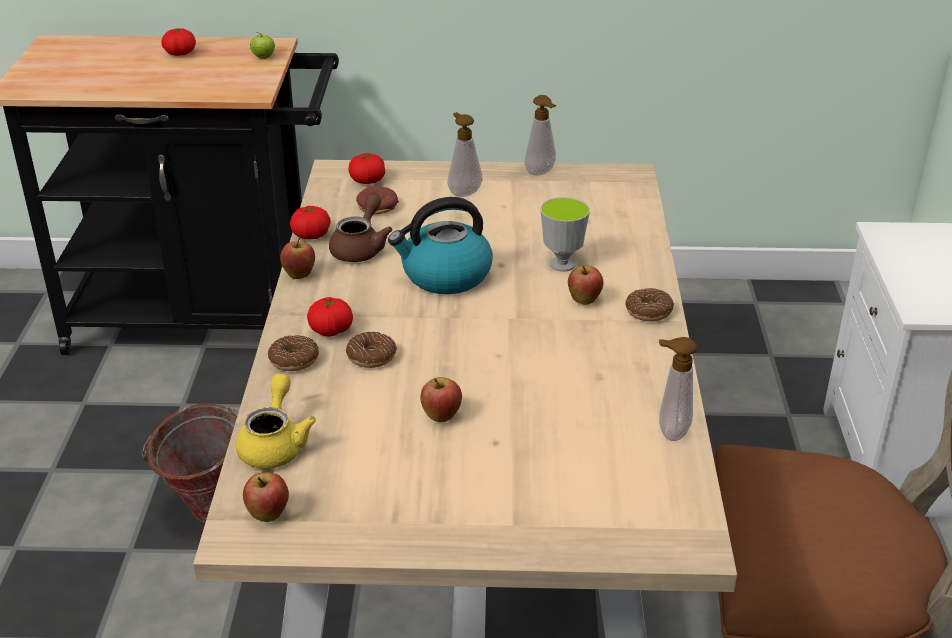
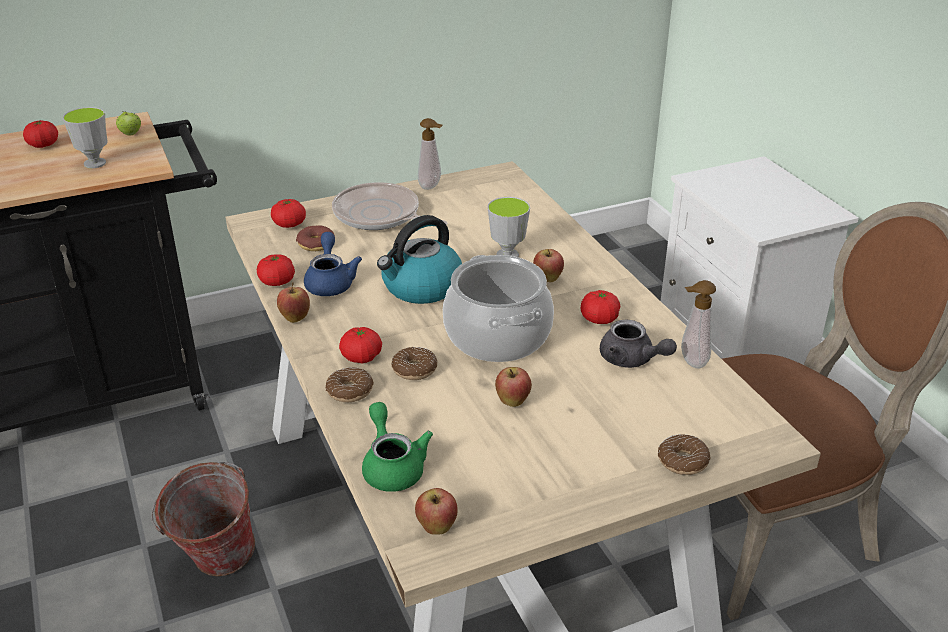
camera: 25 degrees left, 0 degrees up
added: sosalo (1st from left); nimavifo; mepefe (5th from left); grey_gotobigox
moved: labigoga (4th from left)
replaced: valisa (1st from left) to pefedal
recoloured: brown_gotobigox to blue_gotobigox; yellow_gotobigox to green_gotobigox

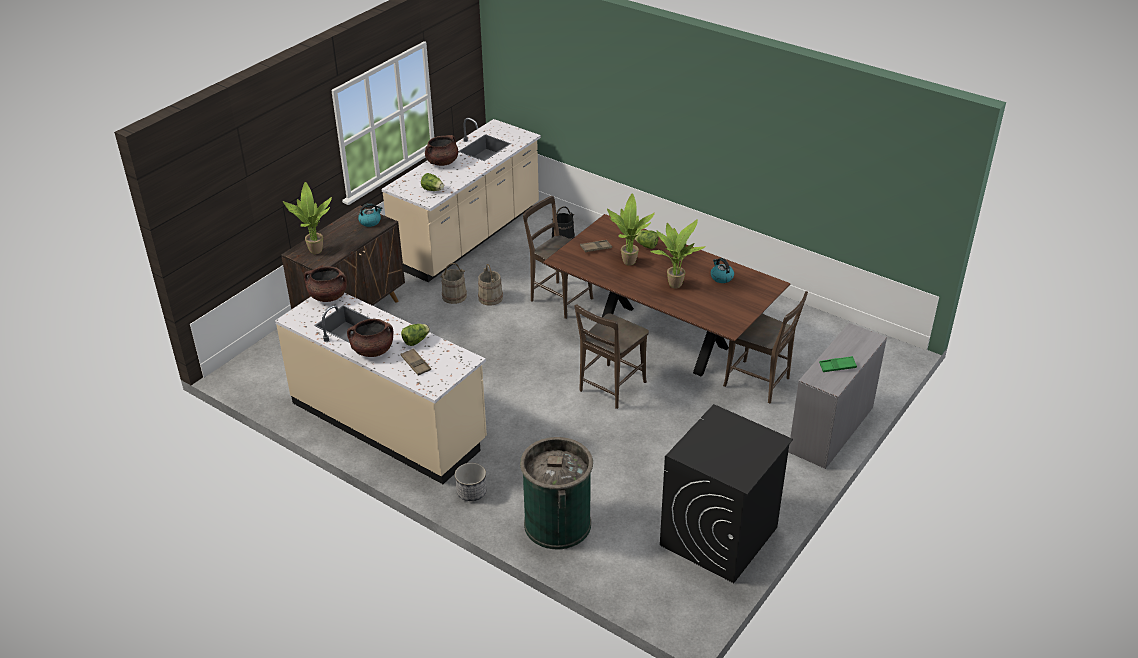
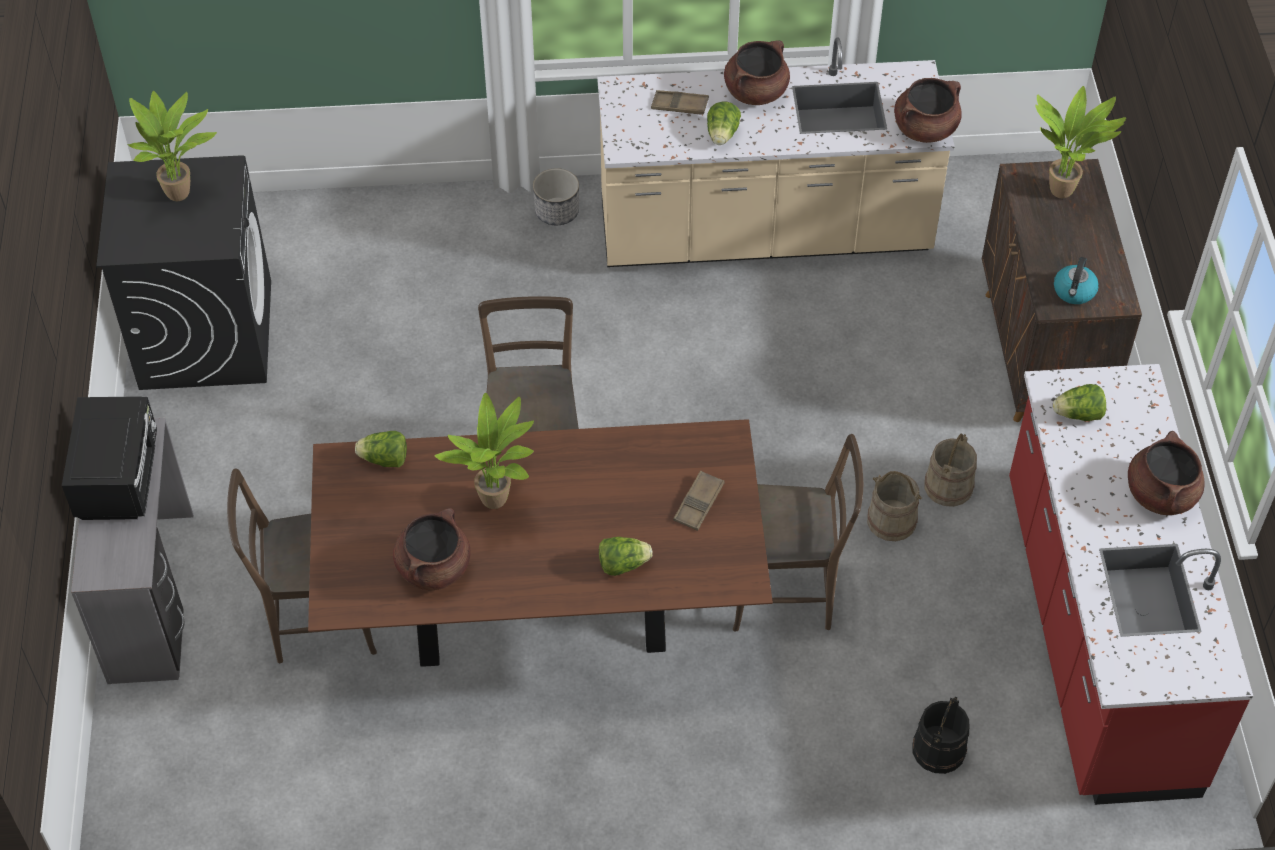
camera: 140 degrees right, 15 degrees up
removed: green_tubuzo
added: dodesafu (1st from left)
moved: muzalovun (2nd from left in the first image) to muzalovun (1st from left)
replaced: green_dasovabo to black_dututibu; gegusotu (2nd from left) to brown_nimavifo (1st from left)
recoloured: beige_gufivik (2nd from left) to red_gufivik

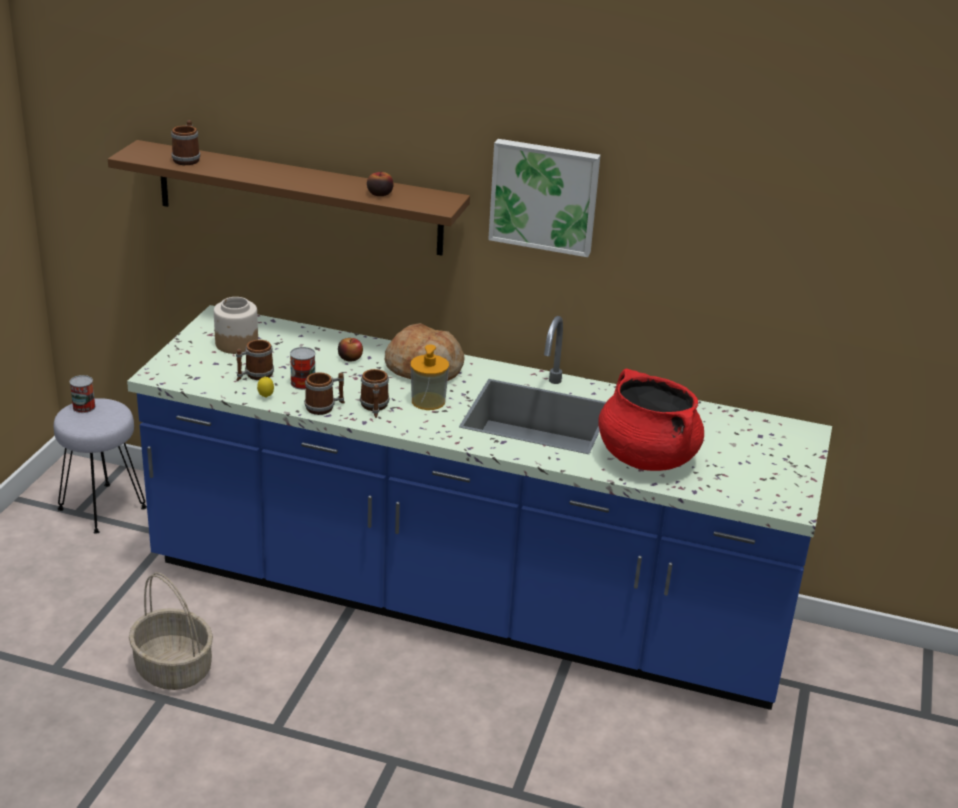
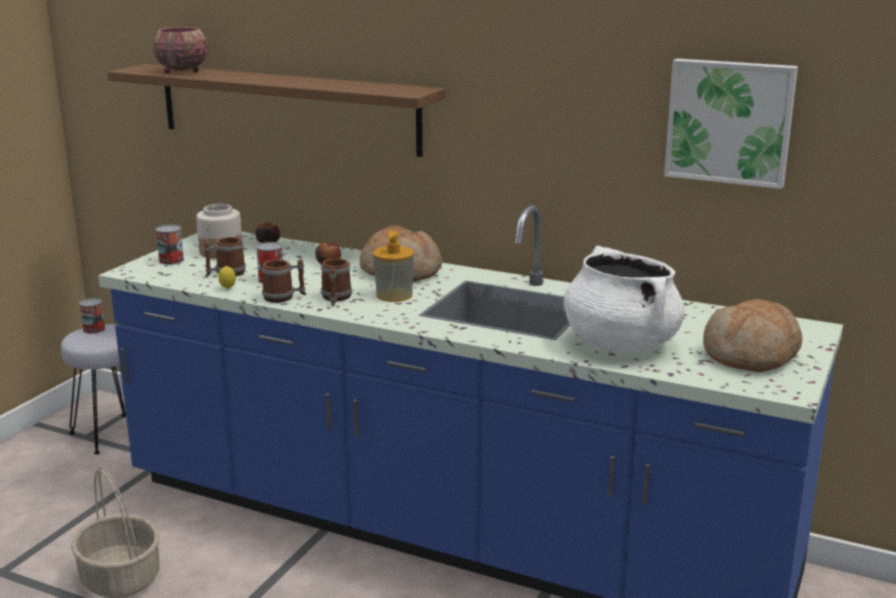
camera: 10 degrees right, 10 degrees down
added: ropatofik (2nd from left); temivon (2nd from left)
moved: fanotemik (2nd from left in the first image) to fanotemik (1st from left); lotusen
replaced: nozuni (1st from left) to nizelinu
recoloured: red_nimavifo to white_nimavifo

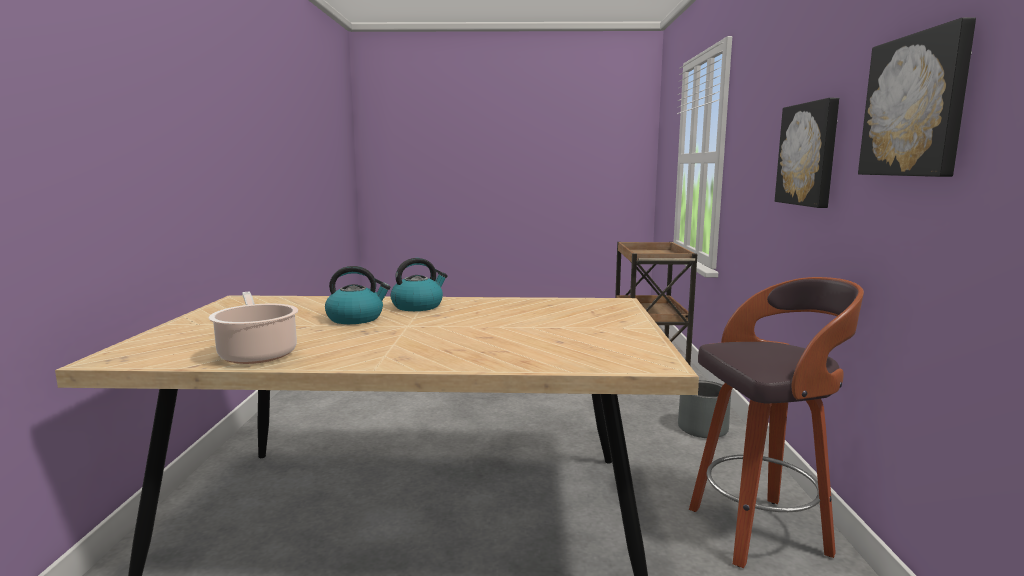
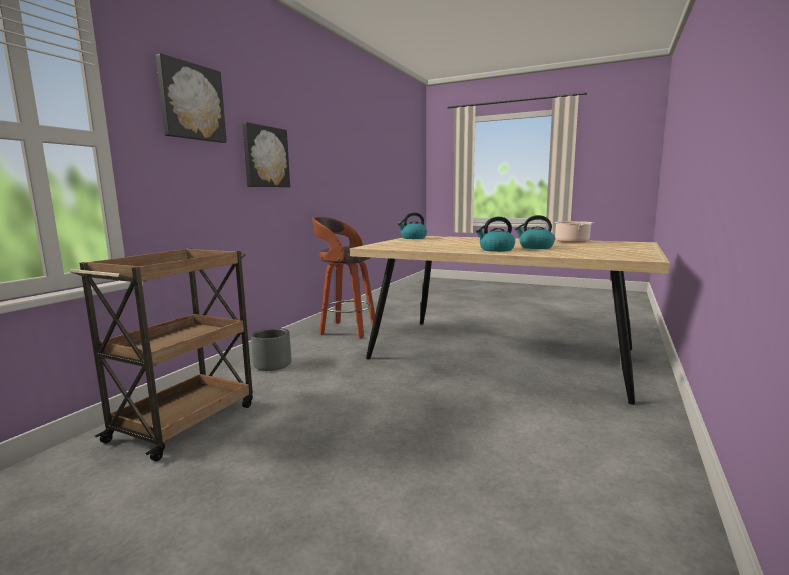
camera: 155 degrees left, 0 degrees up
added: gegusotu (1st from left)
moved: lotusen (2nd from left in the first image) to lotusen (1st from left)

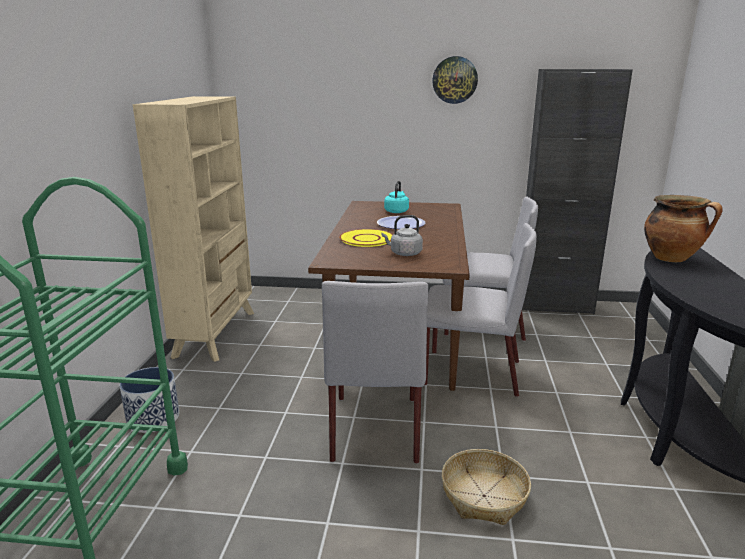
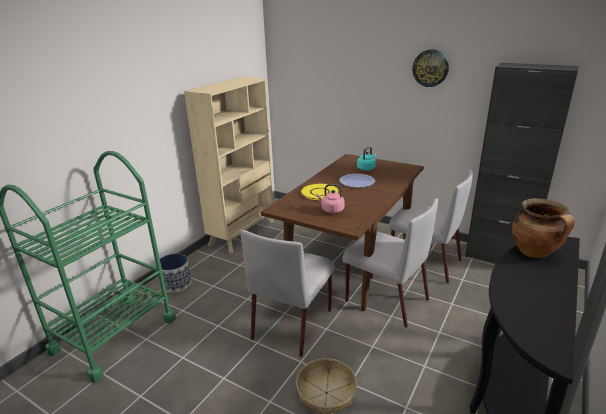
camera: 25 degrees right, 5 degrees up
recoloured: grey_gegusotu to pink_gegusotu

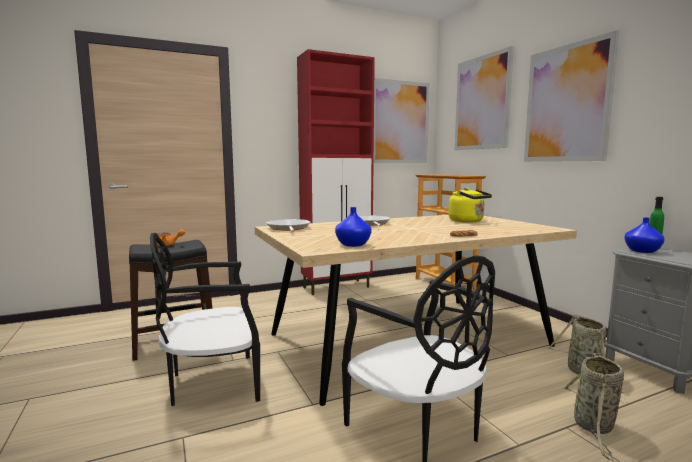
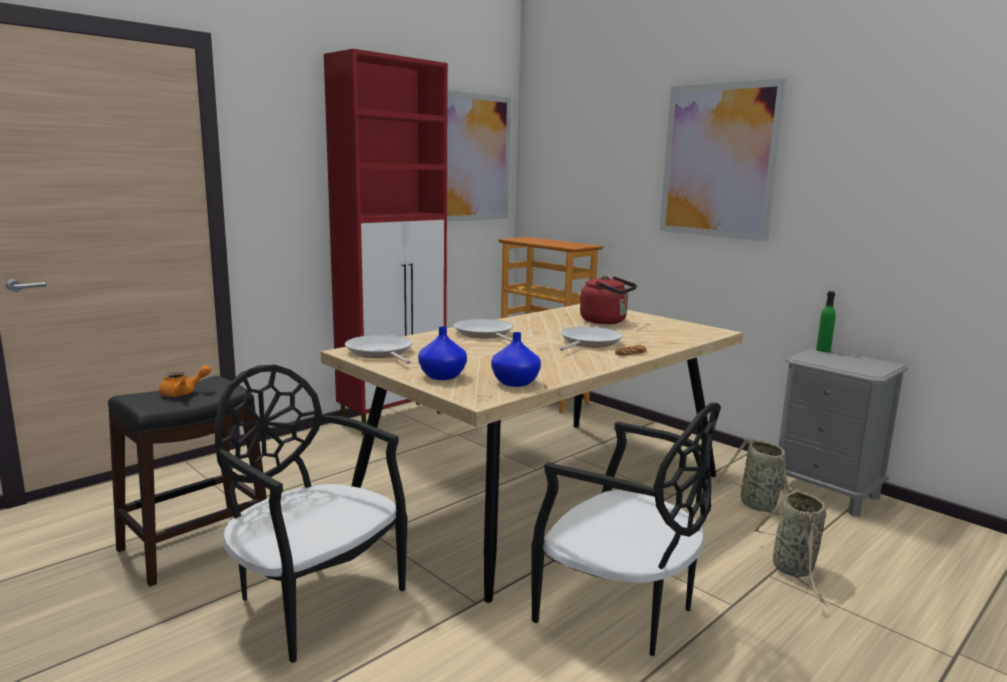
camera: 20 degrees left, 5 degrees up
removed: lotusen (2nd from left)
added: pefedal (3rd from left)
moved: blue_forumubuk (2nd from left in the first image) to blue_forumubuk (1st from left)
recoloured: yellow_gegusotu to red_gegusotu
turned: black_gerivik (1st from left) 75 degrees clockwise

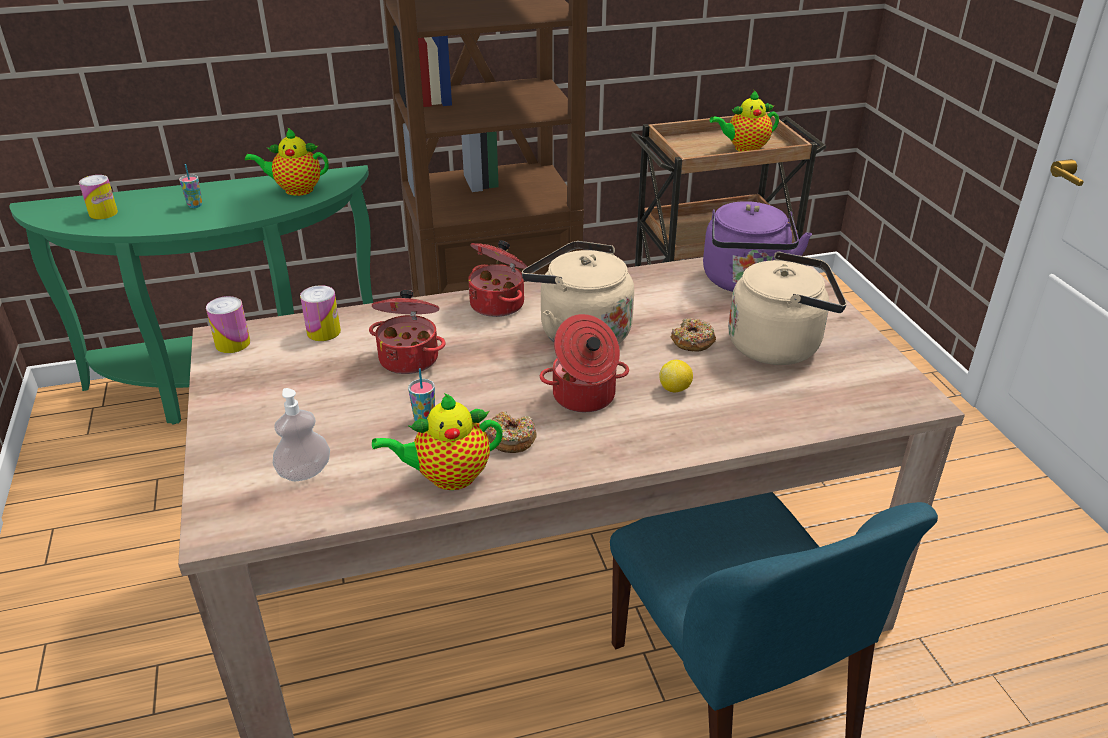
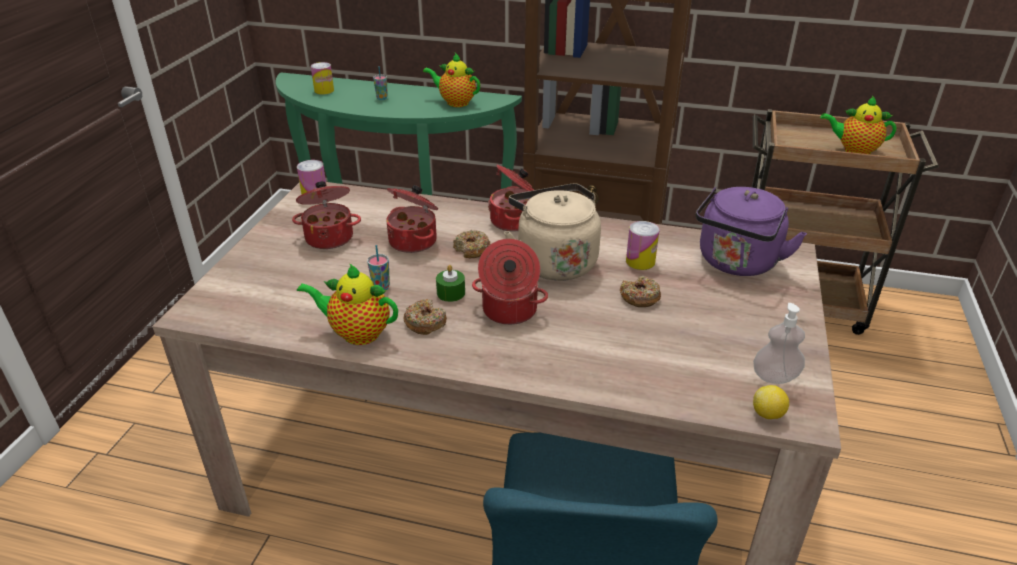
camera: 30 degrees right, 0 degrees up
removed: beige_gegusotu (2nd from left)
added: nimavifo (1st from left); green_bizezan; labigoga (2nd from left)
moved: ropatofik (3rd from left); valisa; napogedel

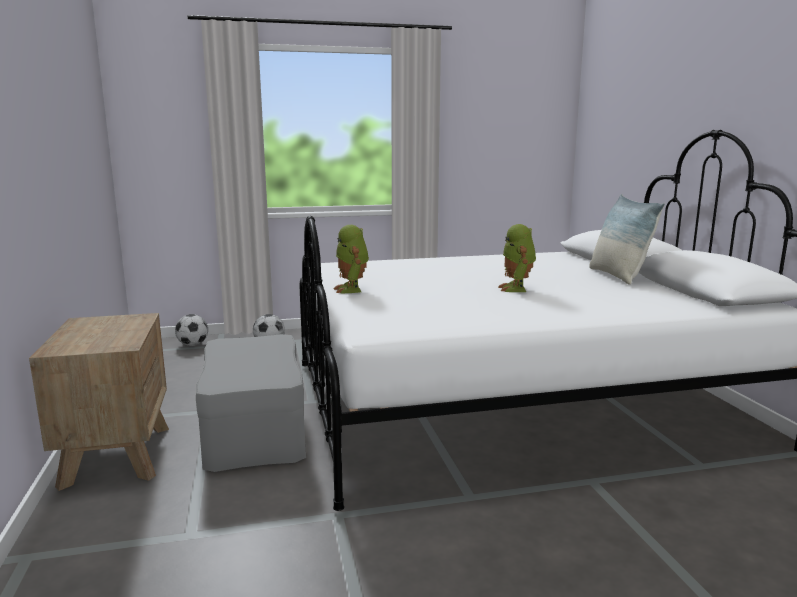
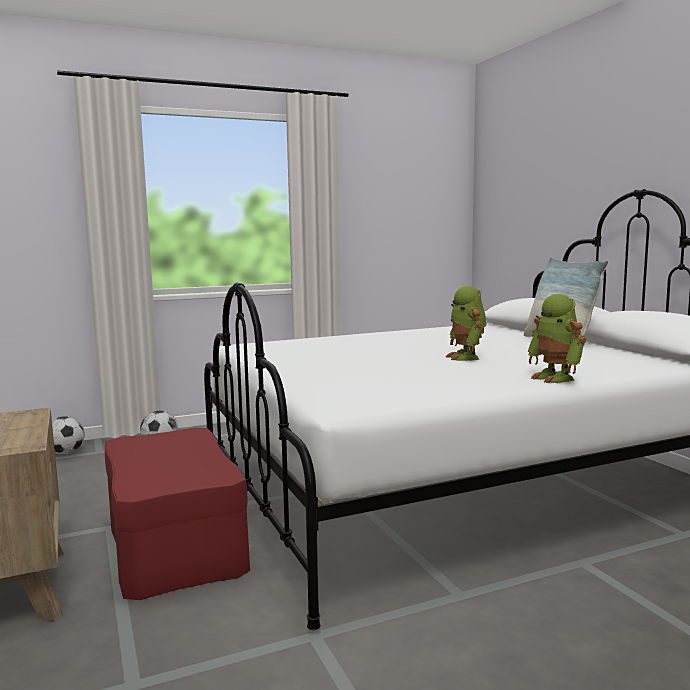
camera: 10 degrees left, 5 degrees down
moved: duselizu (1st from left in the first image) to duselizu (2nd from left)
recoloured: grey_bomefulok to red_bomefulok

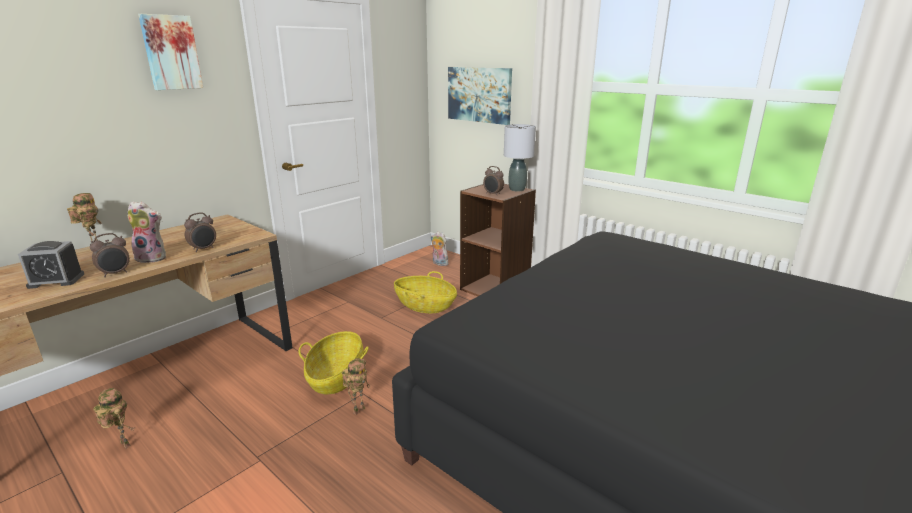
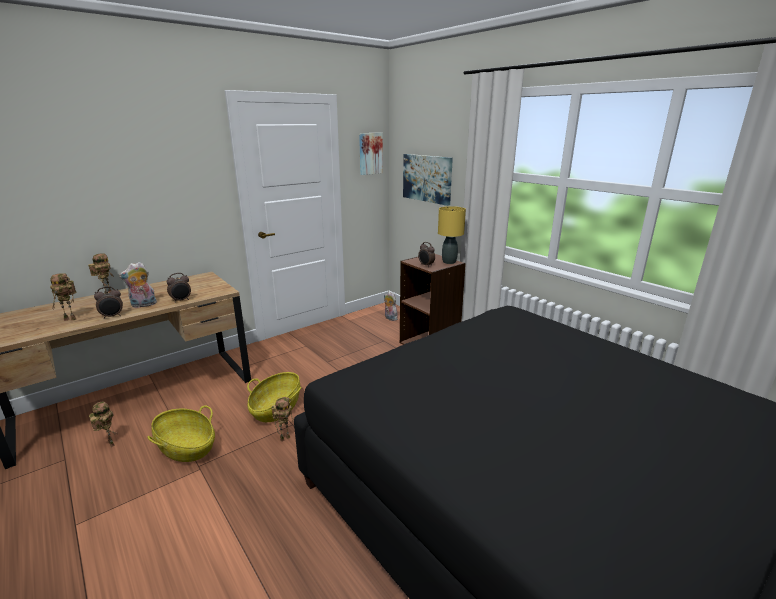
camera: 10 degrees right, 0 degrees up
moved: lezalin (2nd from left in the first image) to lezalin (1st from left); lotusen (1st from left)
replaced: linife (1st from left) to duselizu (1st from left)
recoloured: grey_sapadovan to yellow_sapadovan
turned: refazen (1st from left) 135 degrees clockwise

